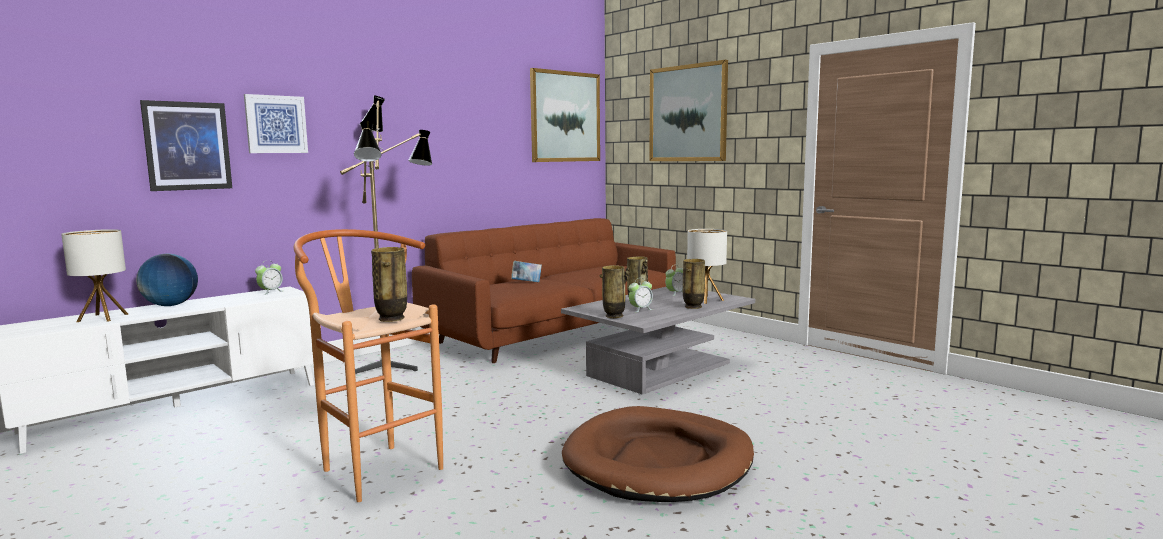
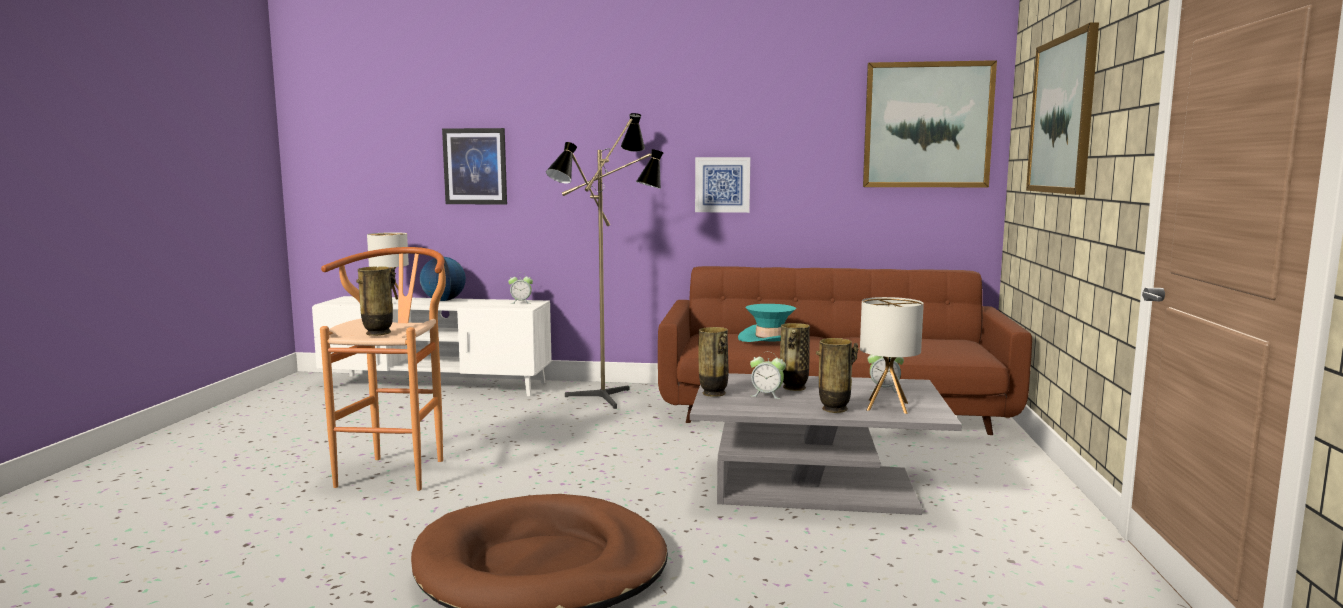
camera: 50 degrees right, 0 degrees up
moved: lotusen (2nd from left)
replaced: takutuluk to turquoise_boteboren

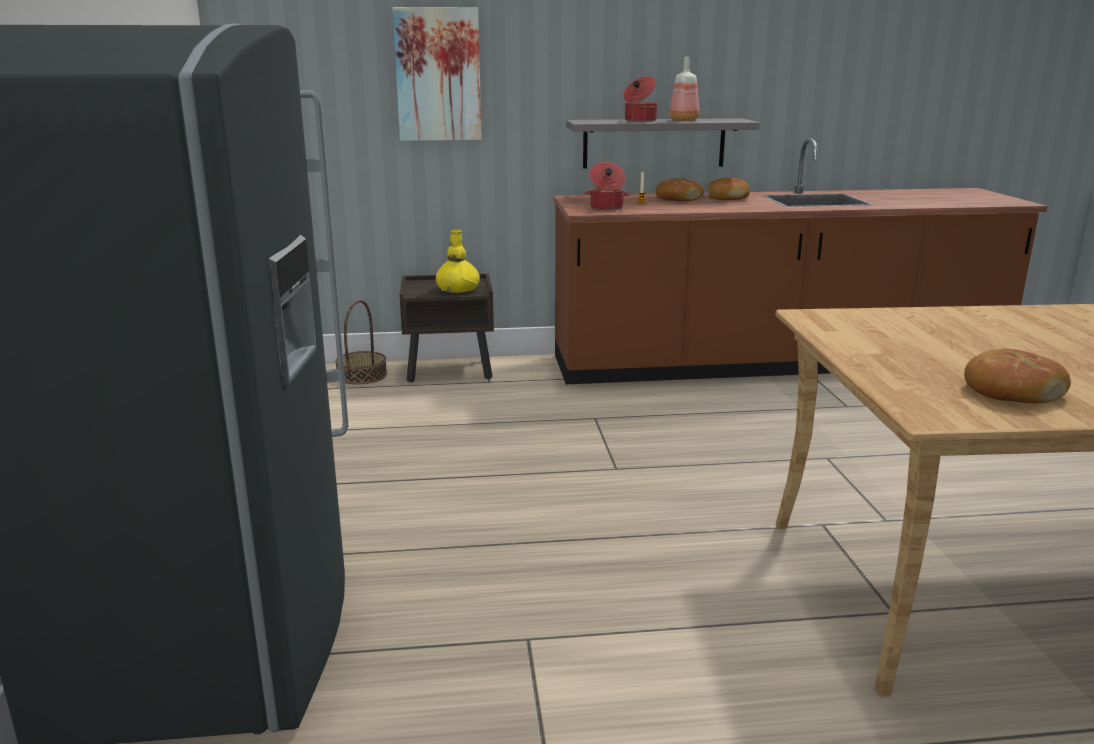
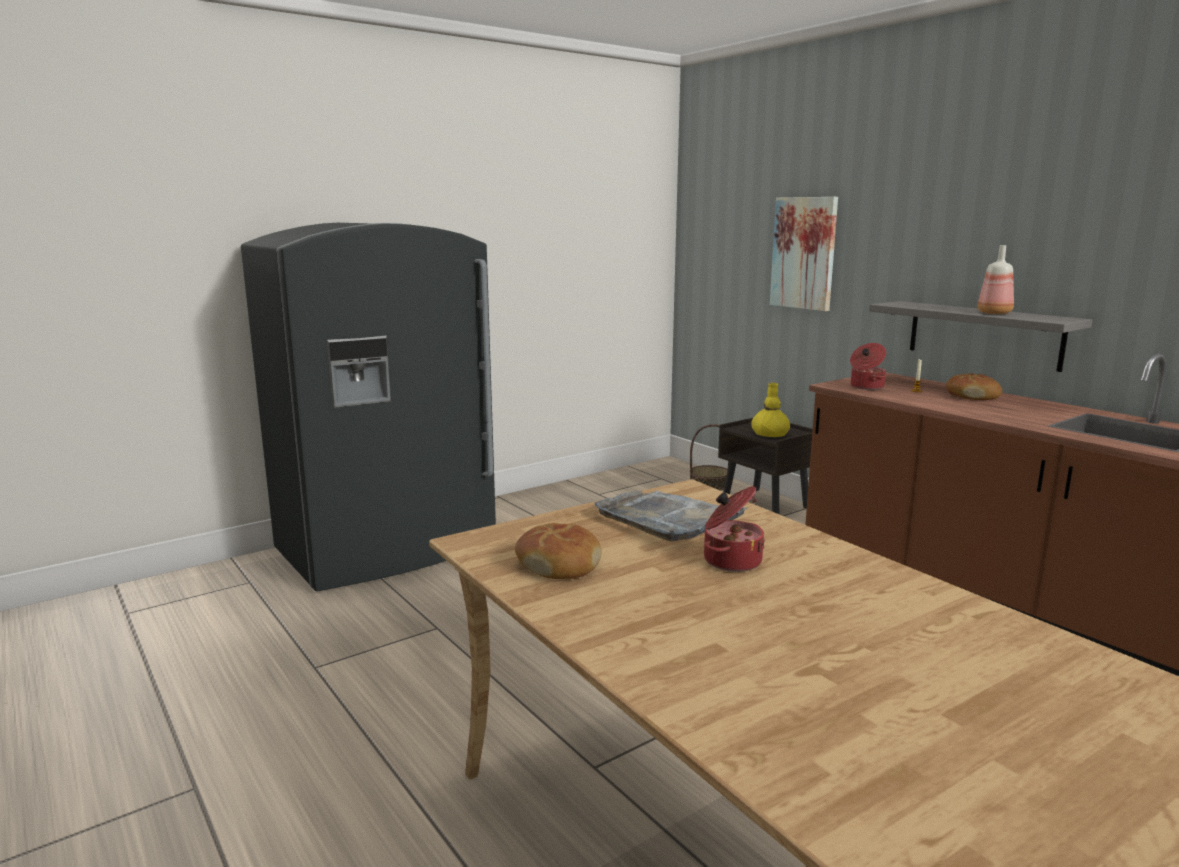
camera: 60 degrees right, 5 degrees down
removed: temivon (2nd from left)
added: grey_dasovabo
moved: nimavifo (2nd from left in the first image) to nimavifo (1st from left)

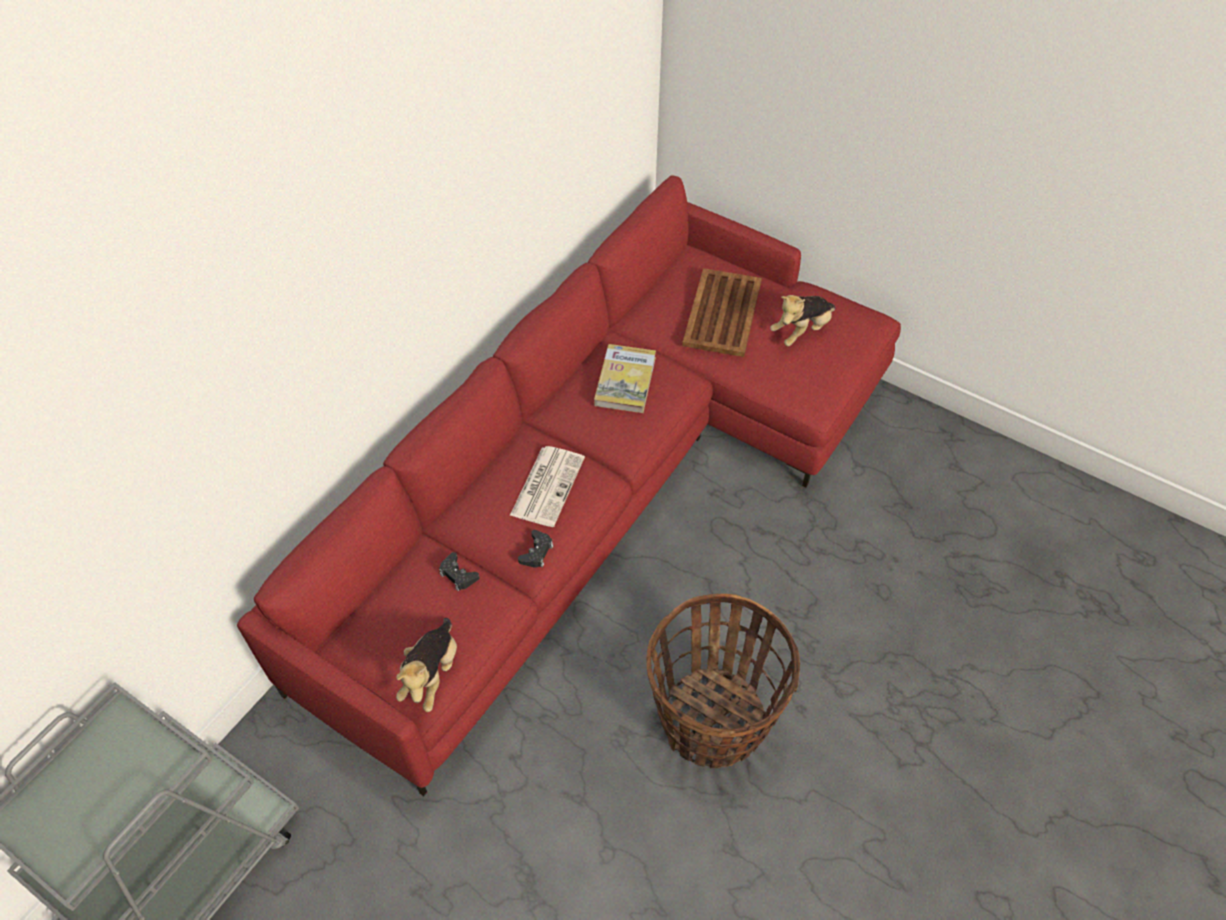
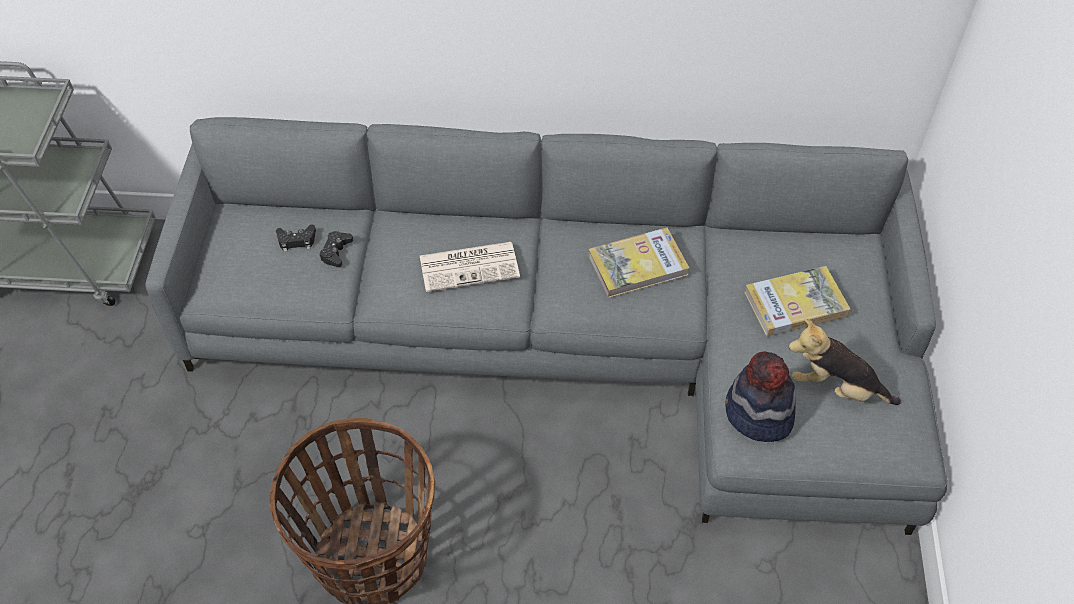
camera: 60 degrees right, 0 degrees up
removed: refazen (1st from left)
added: boteboren
moved: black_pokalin (2nd from left in the first image) to black_pokalin (1st from left)
replaced: brown_dasovabo to takutuluk (2nd from left)
recoloured: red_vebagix to grey_vebagix

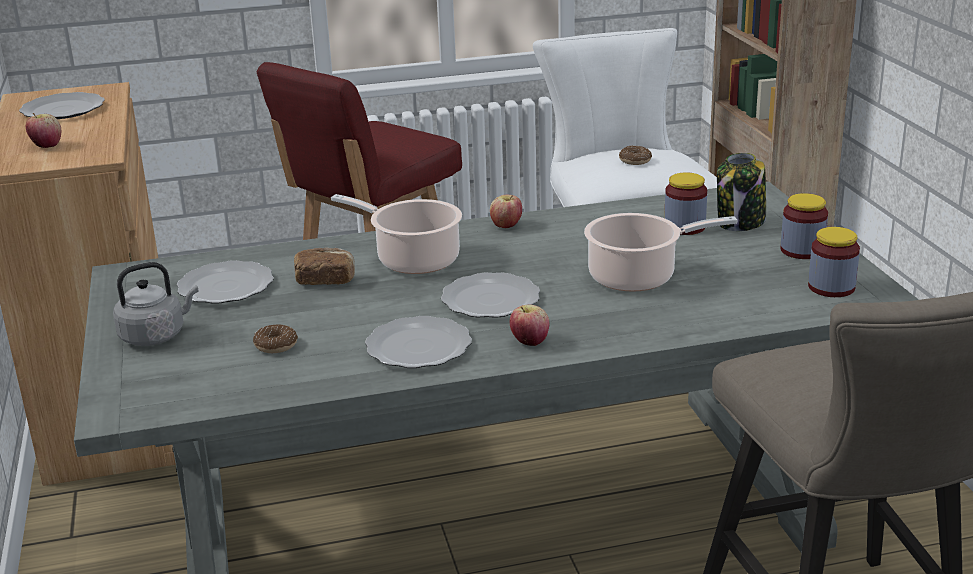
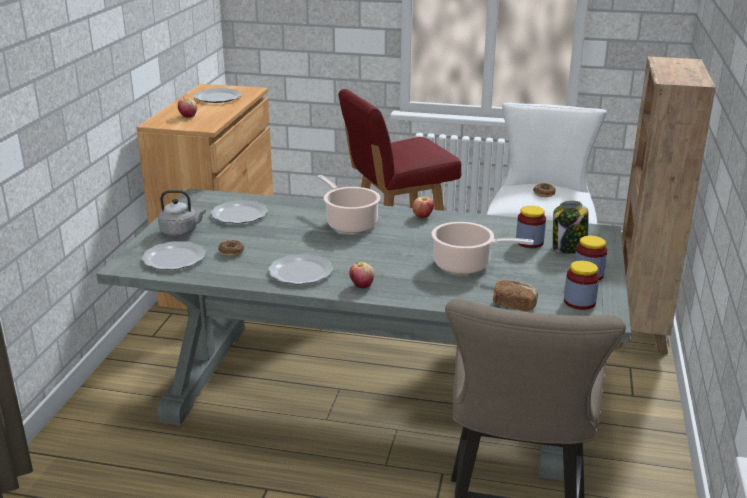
camera: 25 degrees right, 0 degrees up
moved: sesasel (4th from left in the first image) to sesasel (1st from left); temivon

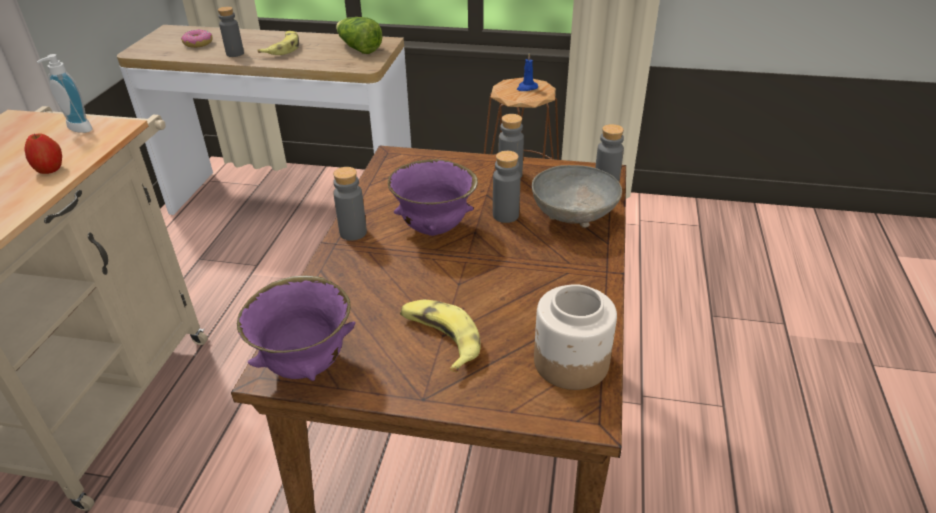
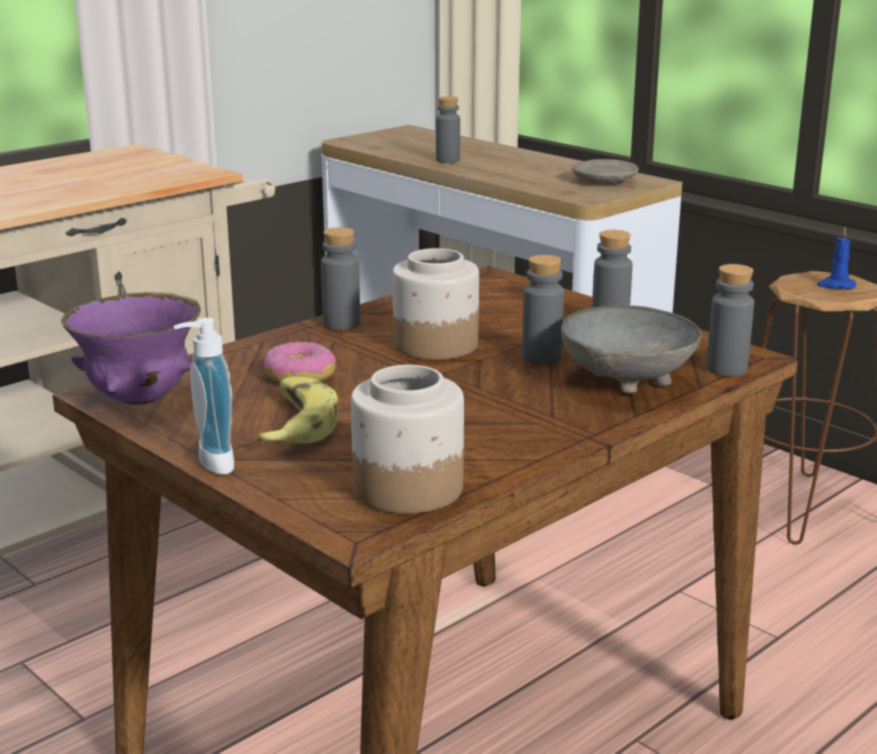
camera: 35 degrees right, 15 degrees down
removed: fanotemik; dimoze (1st from left)
moved: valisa; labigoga
replaced: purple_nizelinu (2nd from left) to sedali (2nd from left); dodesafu to beige_sesasel

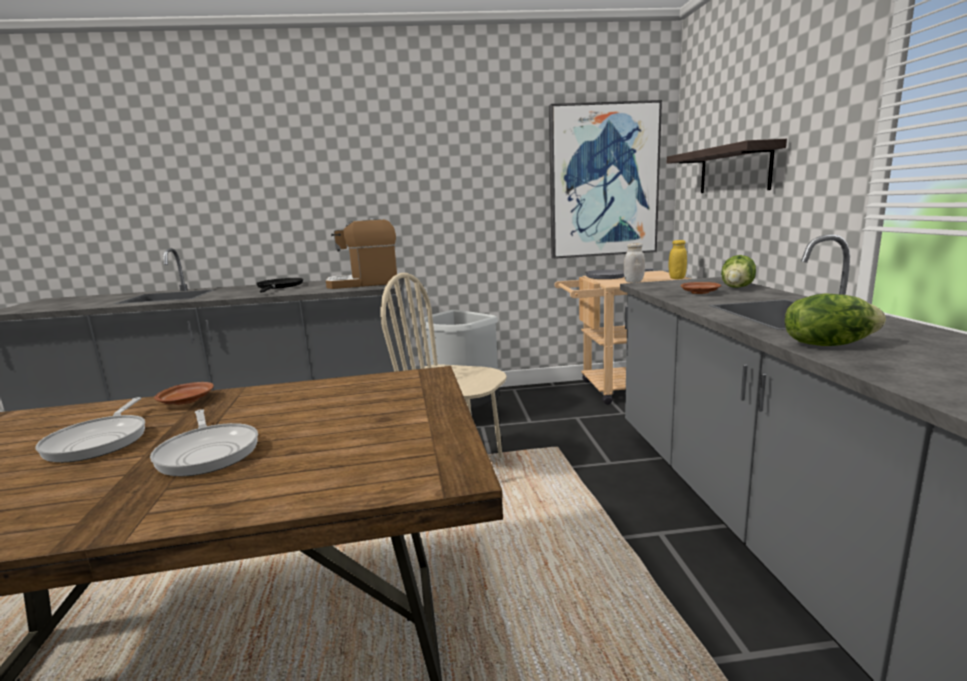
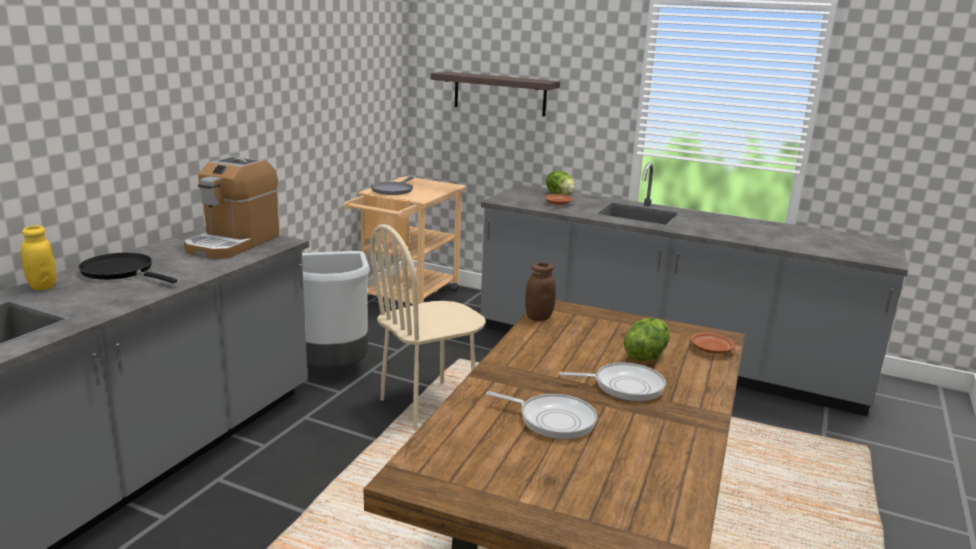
camera: 60 degrees left, 5 degrees up
removed: lotusen; white_sedali
added: brown_sedali
moved: yellow_sedali; dodesafu (2nd from left); brown_sesasel (1st from left in the first image) to brown_sesasel (2nd from left)

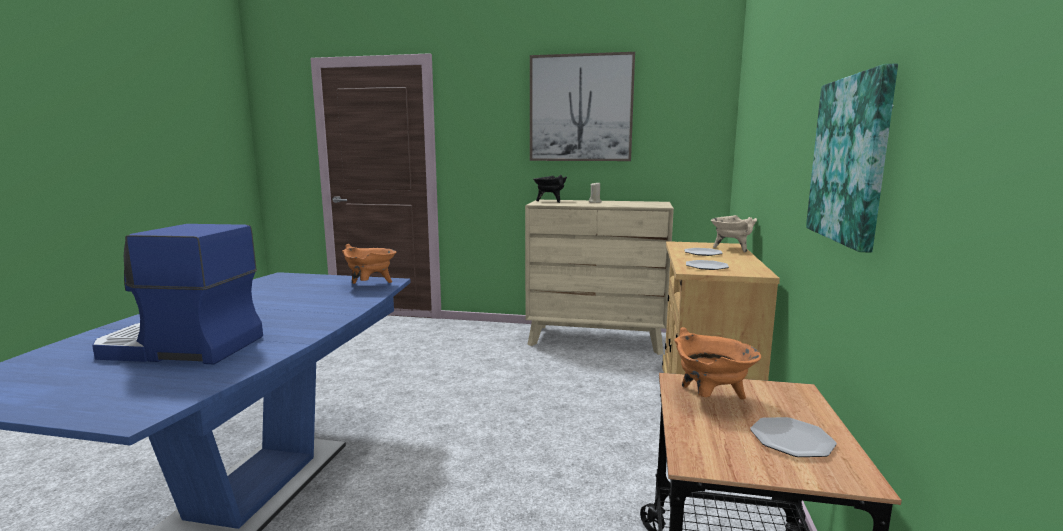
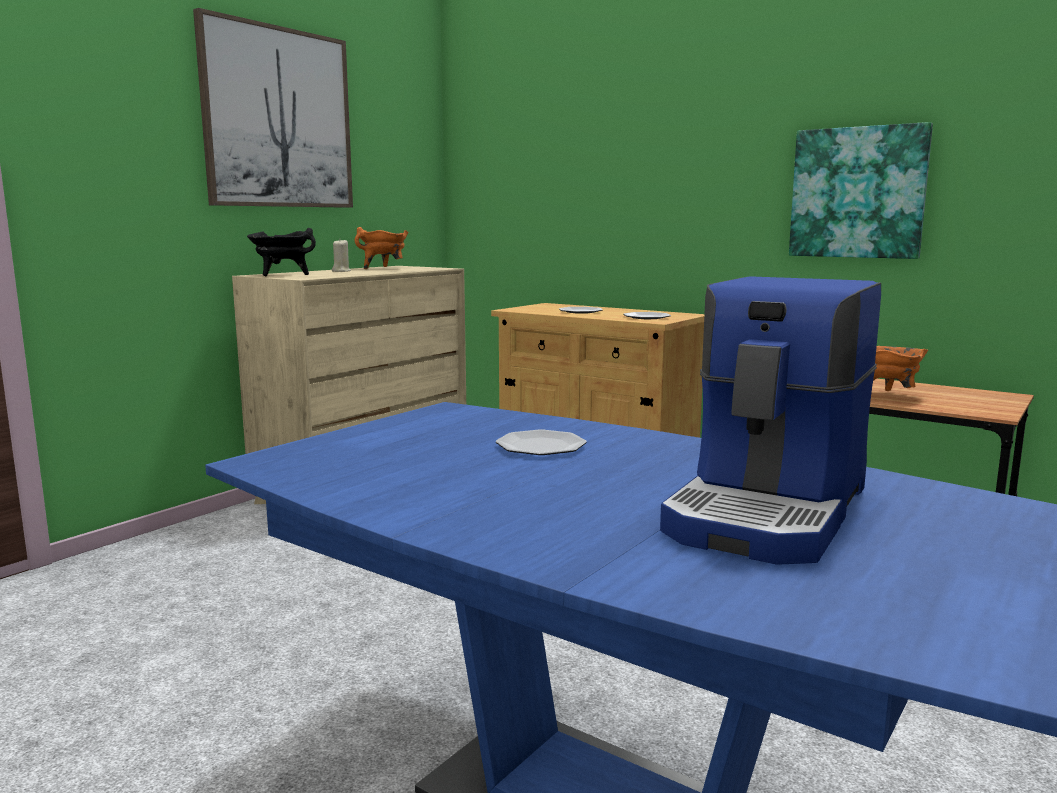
camera: 65 degrees left, 0 degrees up
removed: beige_nimavifo
moved: orange_nimavifo (1st from left); sesasel (3rd from left in the first image) to sesasel (1st from left)

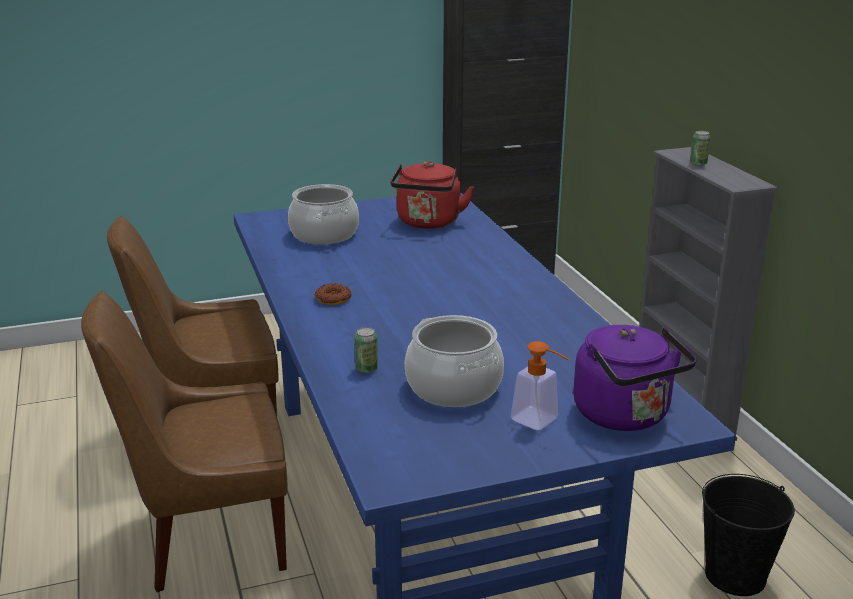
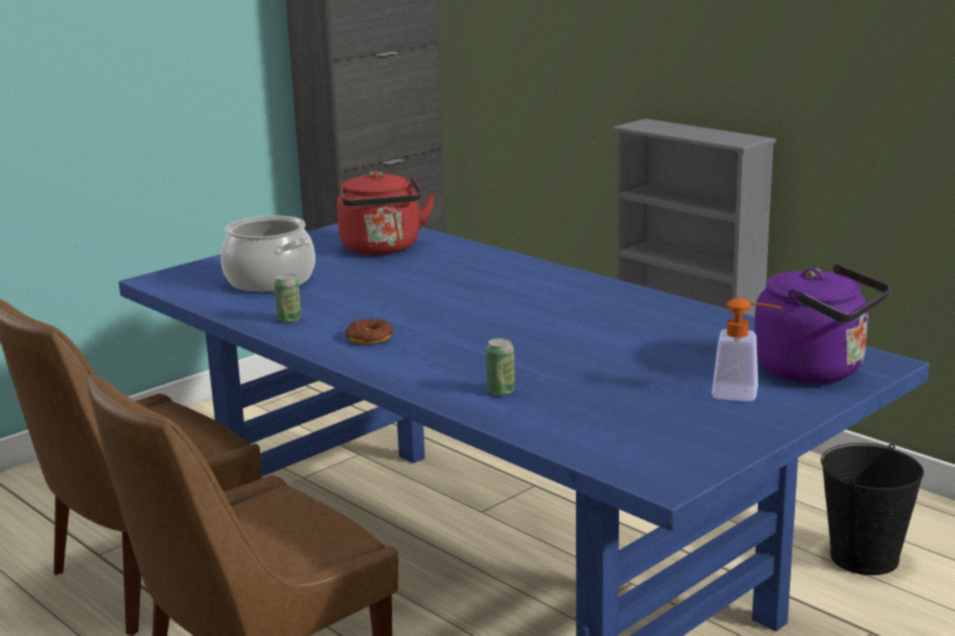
camera: 25 degrees left, 5 degrees down
removed: nimavifo (2nd from left)
moved: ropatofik (2nd from left in the first image) to ropatofik (1st from left)

